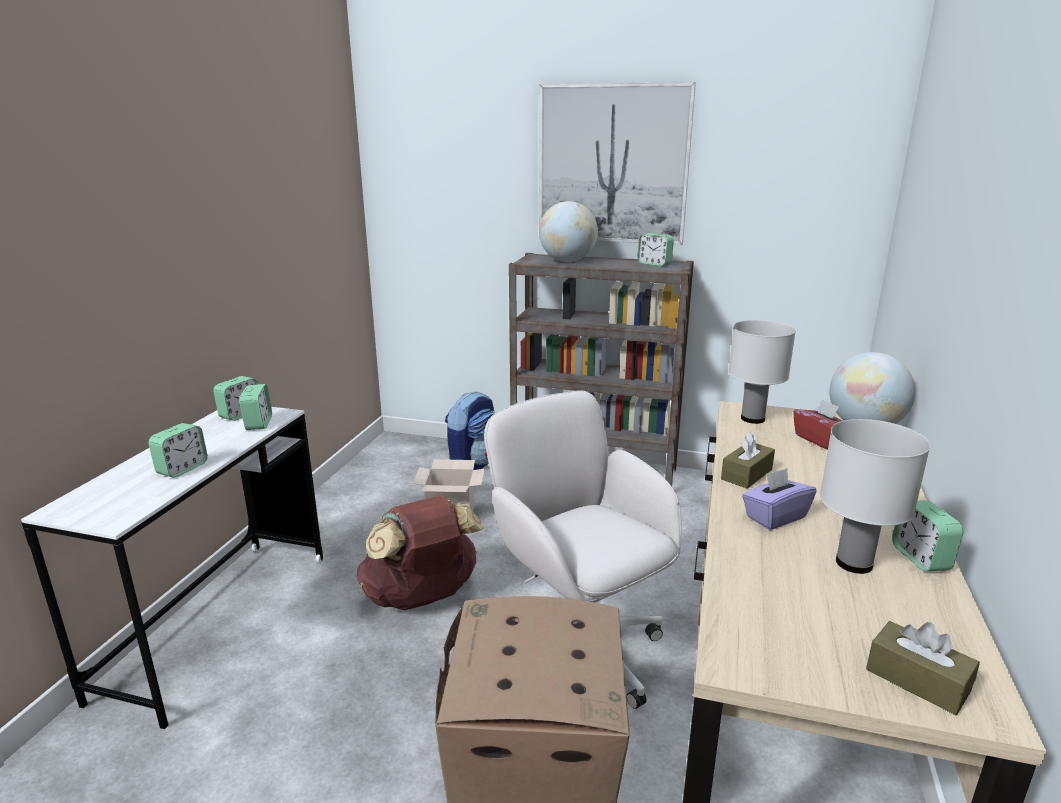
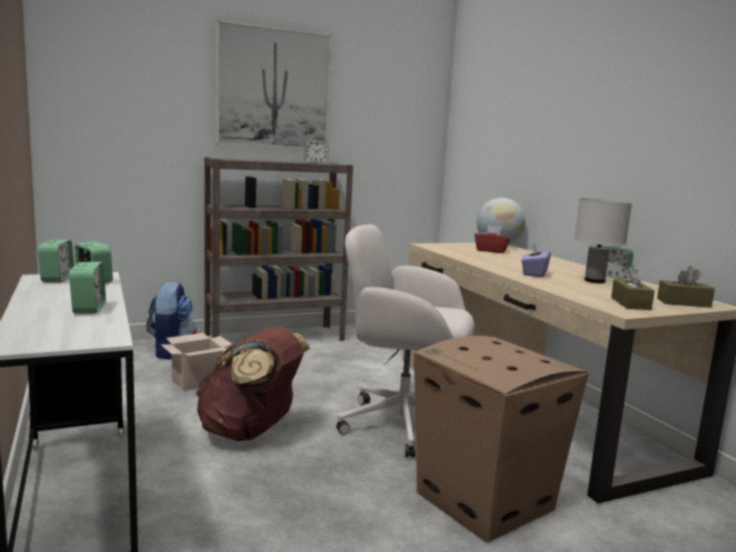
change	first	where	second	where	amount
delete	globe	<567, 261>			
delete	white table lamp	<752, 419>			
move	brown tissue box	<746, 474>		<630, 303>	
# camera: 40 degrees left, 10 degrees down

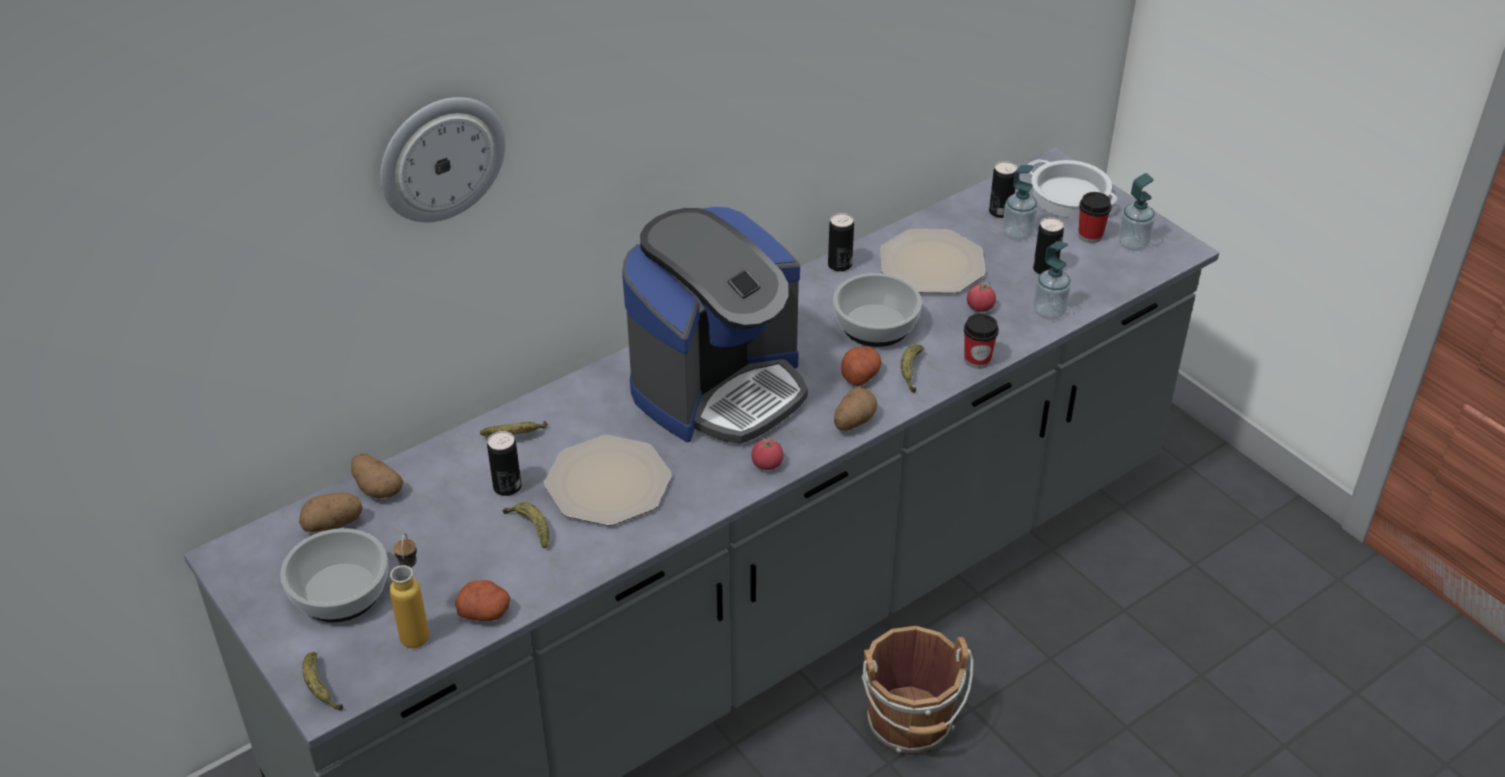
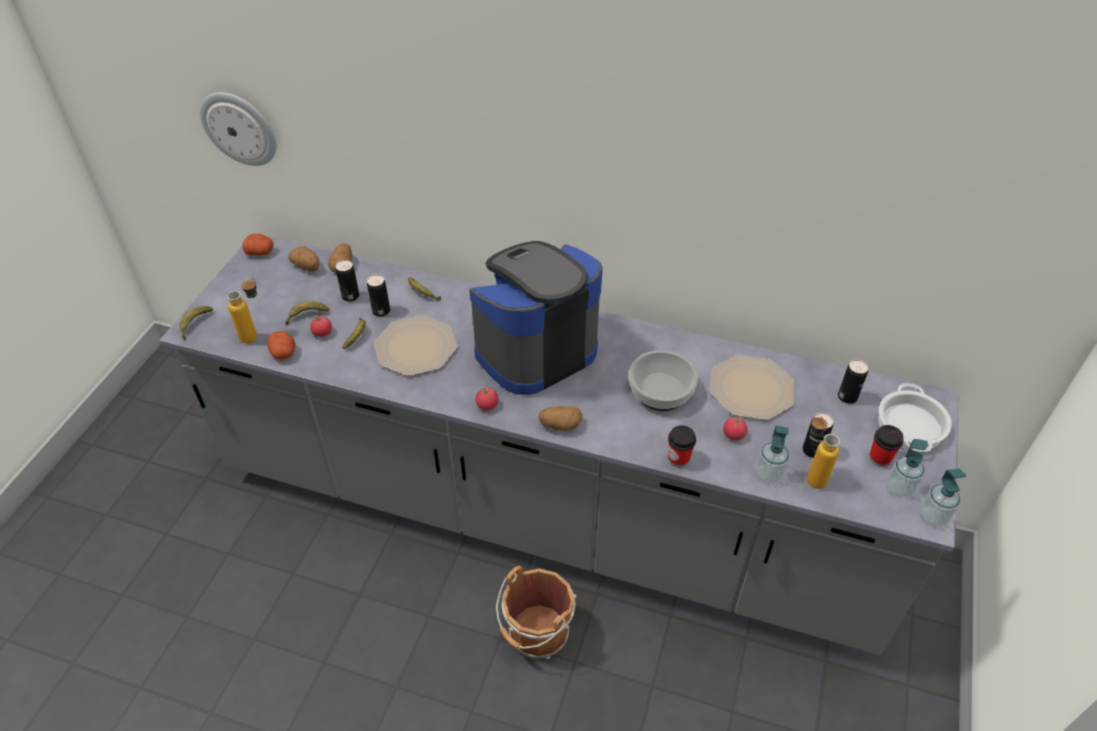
change	first	where	second	where	amount
delete	bowl	<339, 592>			
insert			tomato	<322, 333>	
insert			bottle	<810, 475>	
move	wall clock	<441, 158>		<239, 128>	
move	can	<840, 265>		<350, 296>	
move	potato	<860, 375>		<260, 252>	
move	banana	<910, 372>		<306, 316>	
move	soap dispenser	<1017, 234>		<933, 517>	
rotate	coffee machine	<719, 387>		<534, 350>	135 degrees clockwise
# camera: 55 degrees right, 5 degrees up

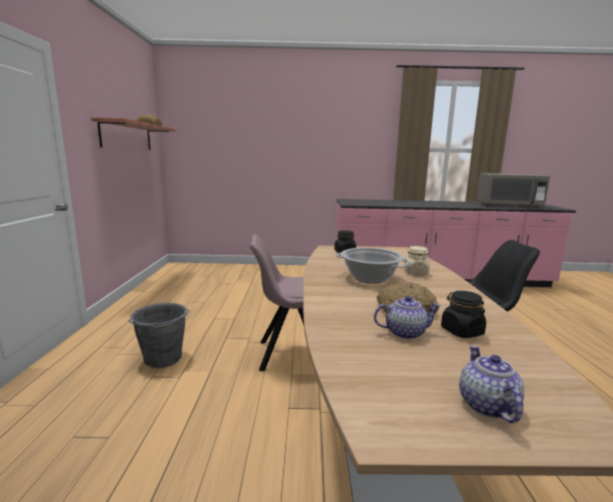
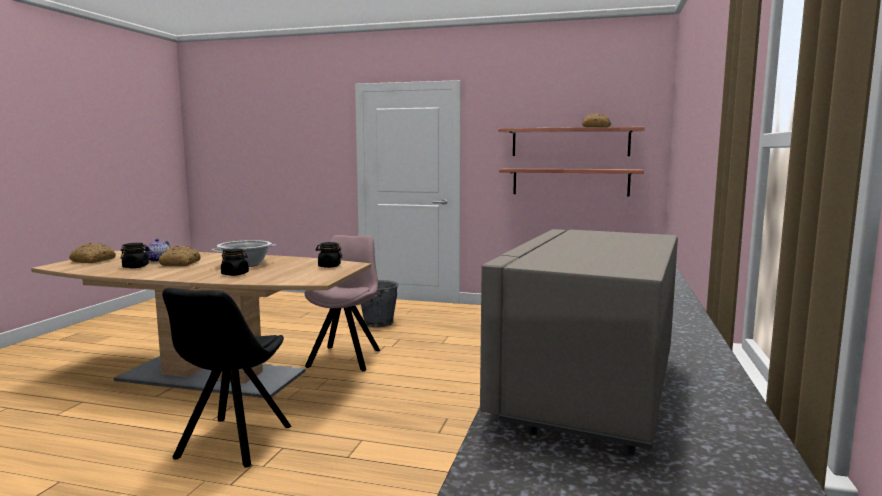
change	first	where	second	where	amount
insert			shelf	<570, 182>	
replace	teapot	<487, 406>	bread	<93, 260>	
recolor	beige jar	<415, 273>	black jar	<235, 274>	
# camera: 105 degrees right, 5 degrees down

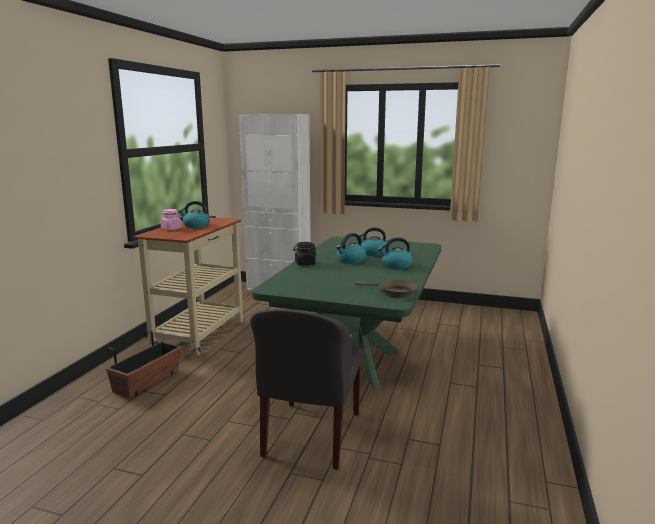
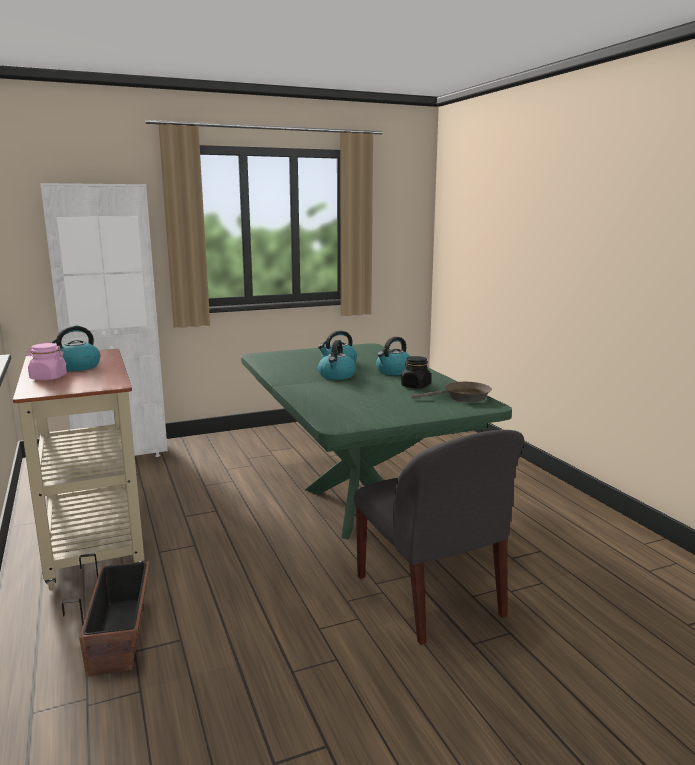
change	first	where	second	where	amount
move	black jar	<305, 264>		<415, 386>	
# camera: 40 degrees left, 0 degrees up

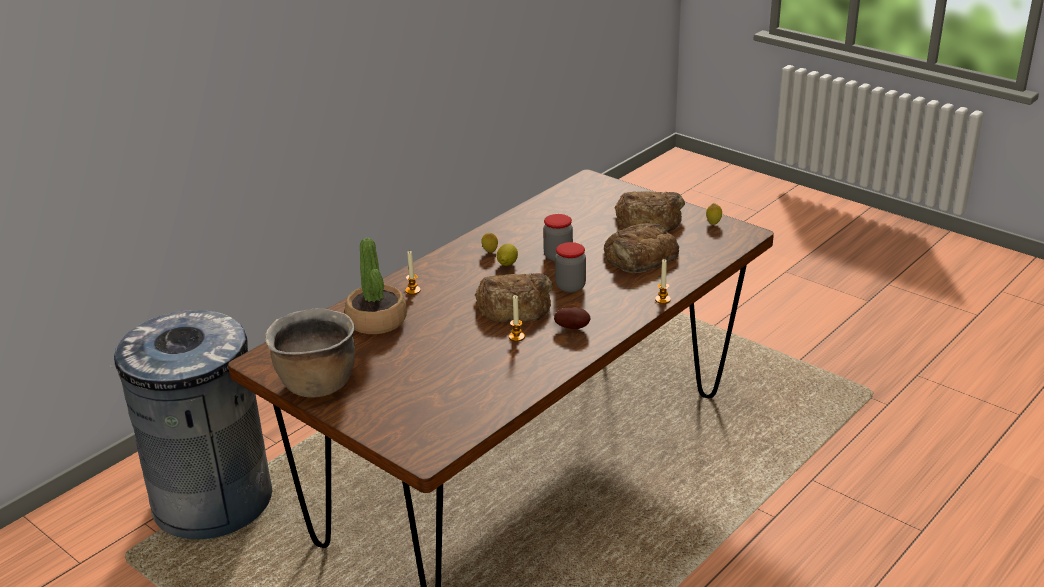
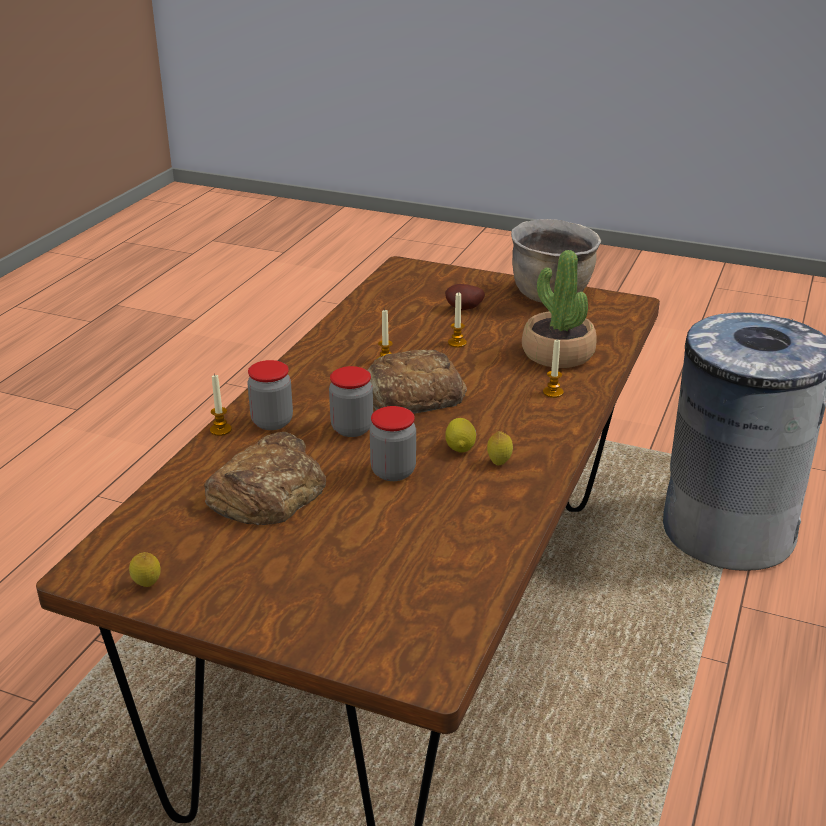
change	first	where	second	where	amount
delete	bread	<649, 218>			
insert			jar	<272, 422>	
insert			candle	<457, 343>	
move	potato	<573, 328>		<464, 309>	
# camera: 160 degrees right, 0 degrees up

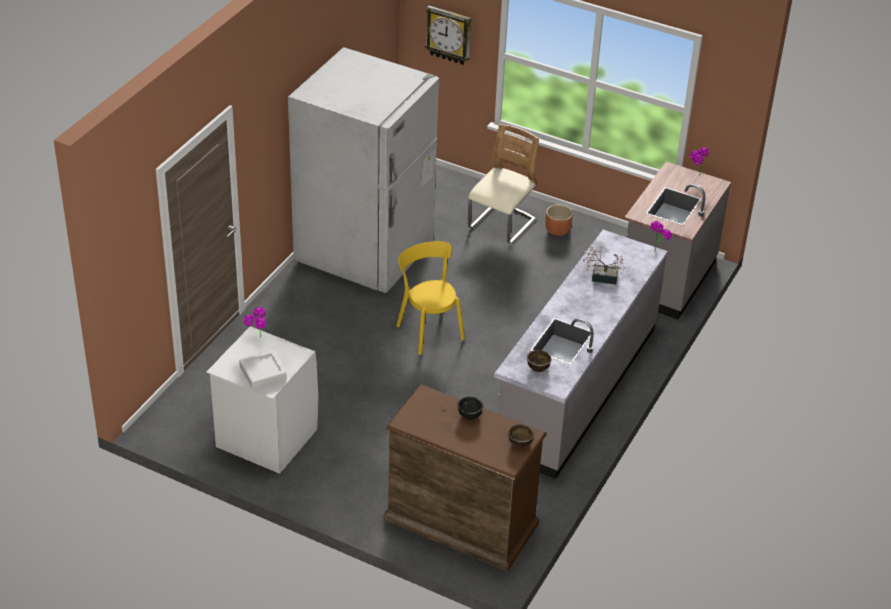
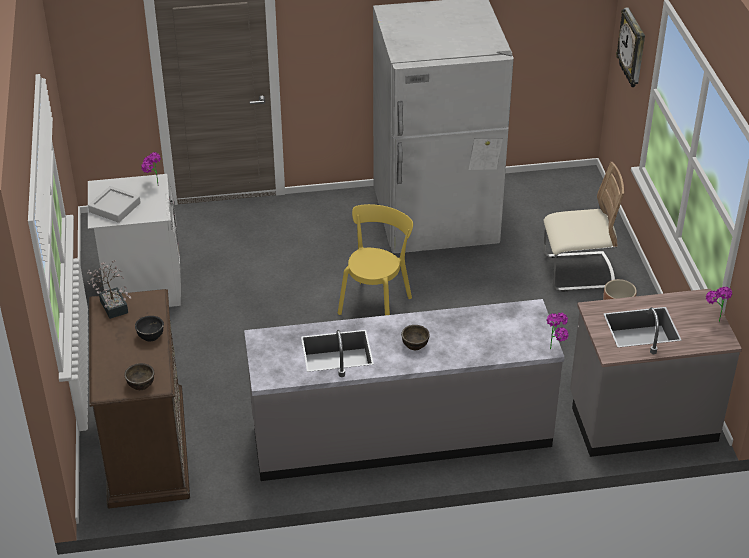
change	first	where	second	where	amount
move	brown bowl	<538, 367>		<414, 344>	
move	potted plant	<601, 277>		<113, 304>	
# camera: 55 degrees right, 0 degrees up

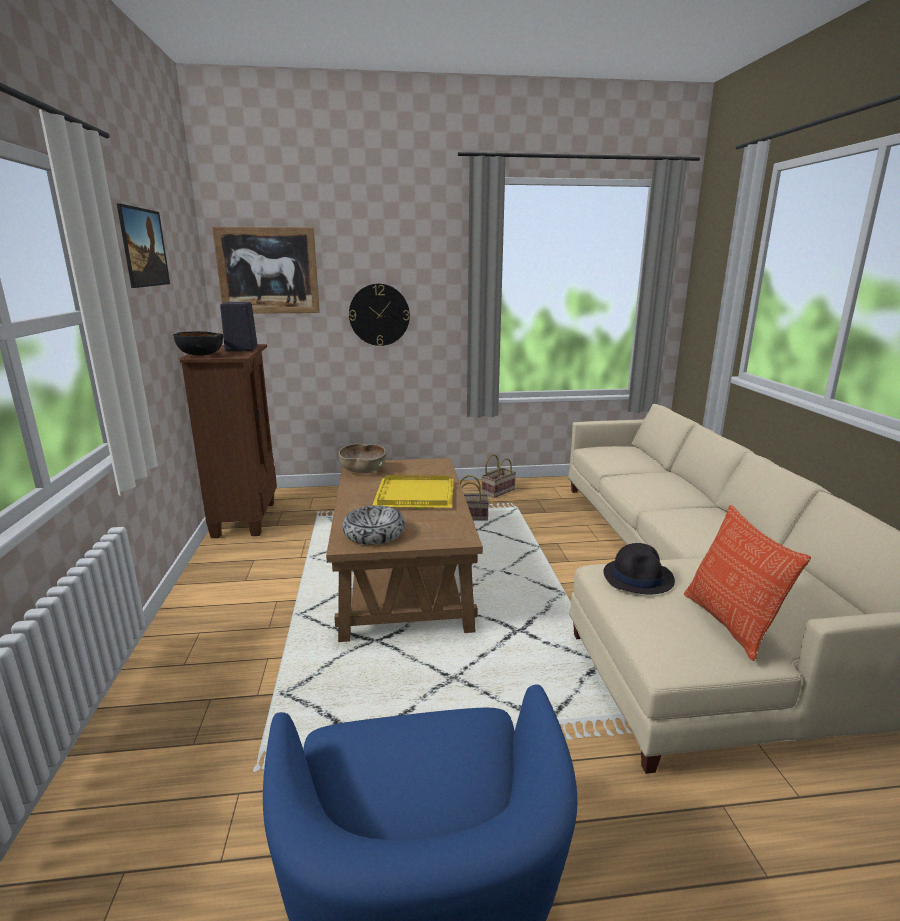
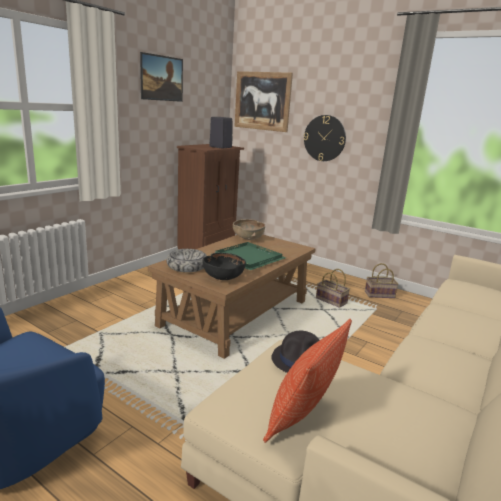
change	first	where	second	where	amount
move	black bowl	<201, 355>		<223, 277>	
recolor	yellow tray	<416, 494>	green tray	<250, 258>	
# camera: 40 degrees right, 0 degrees up

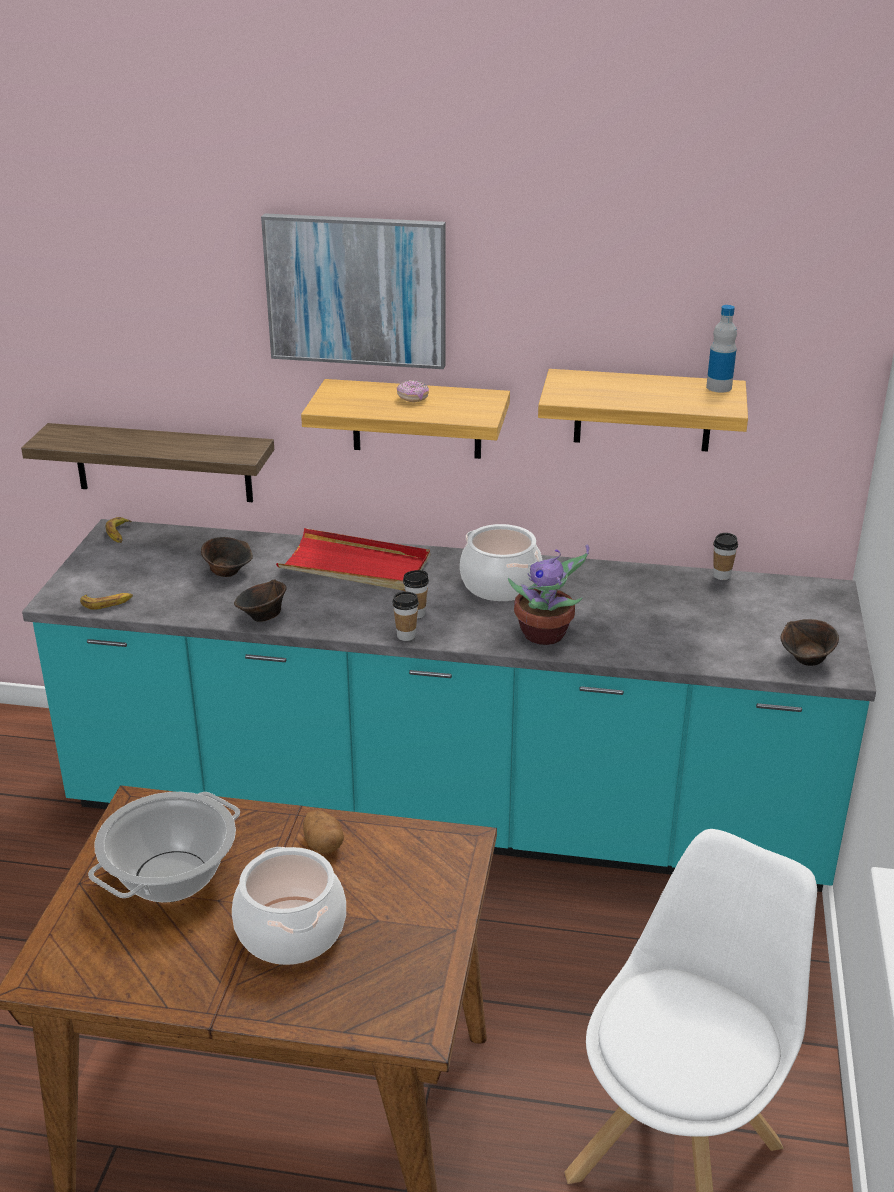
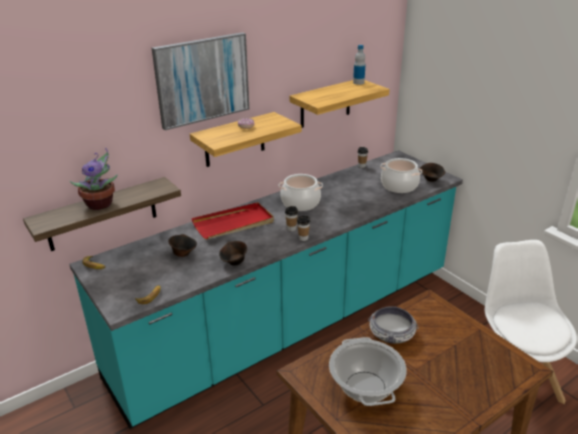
change	first	where	second	where	amount
move	cooking pot	<291, 931>		<399, 186>	
move	potted plant	<546, 635>		<101, 204>	
replace	potato	<323, 844>	bowl	<391, 334>	
# camera: 45 degrees left, 0 degrees up

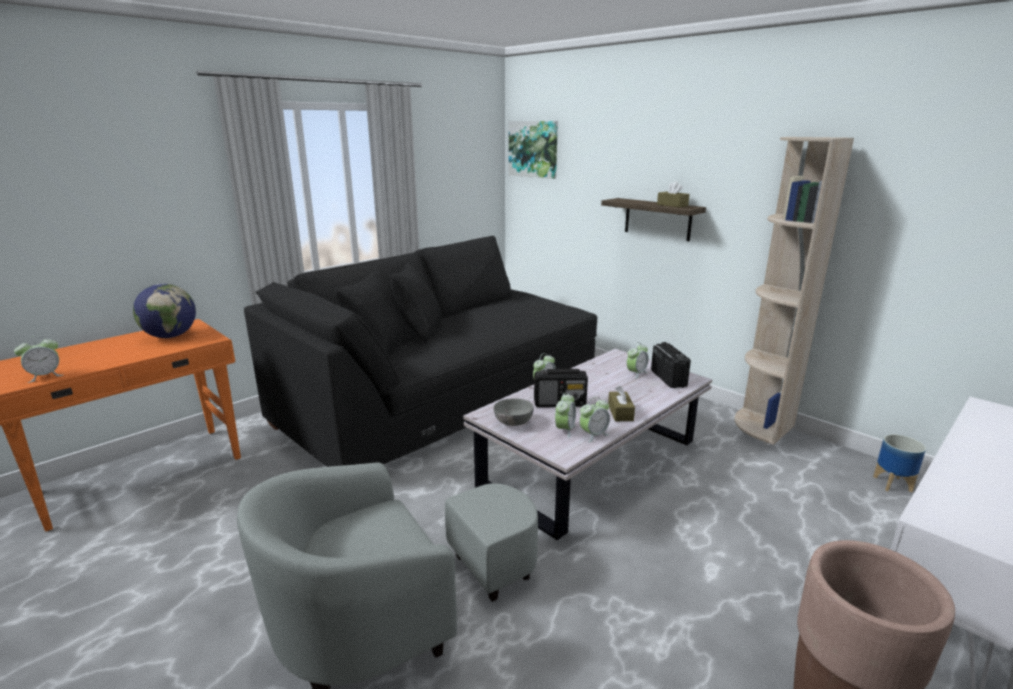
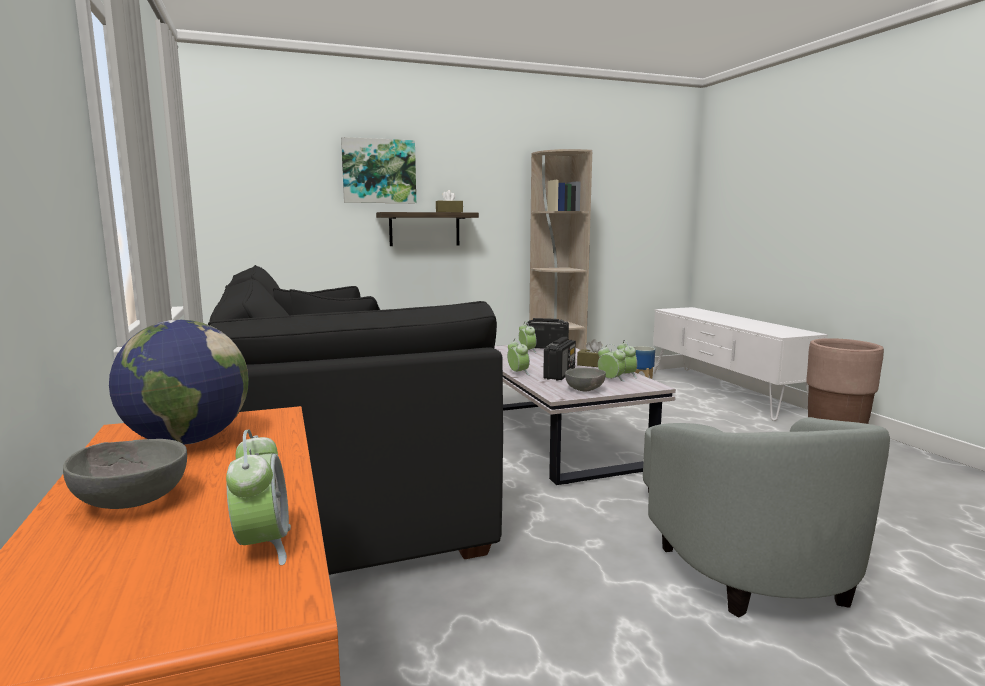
change	first	where	second	where	amount
insert			grey bowl	<132, 501>	
move	picture	<533, 149>		<379, 171>	
# camera: 65 degrees left, 10 degrees down

